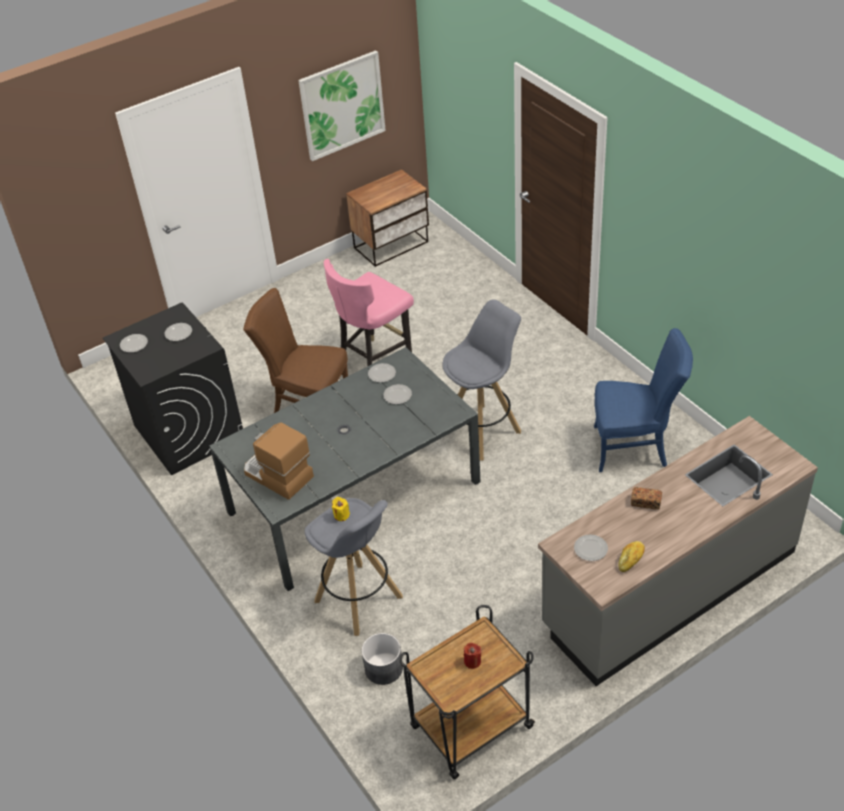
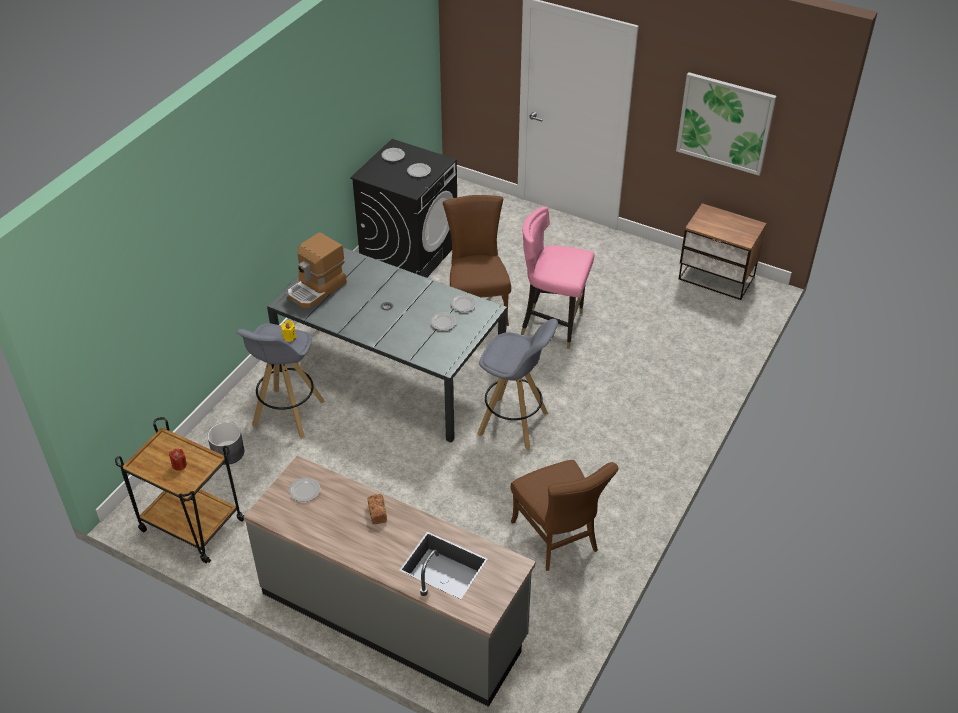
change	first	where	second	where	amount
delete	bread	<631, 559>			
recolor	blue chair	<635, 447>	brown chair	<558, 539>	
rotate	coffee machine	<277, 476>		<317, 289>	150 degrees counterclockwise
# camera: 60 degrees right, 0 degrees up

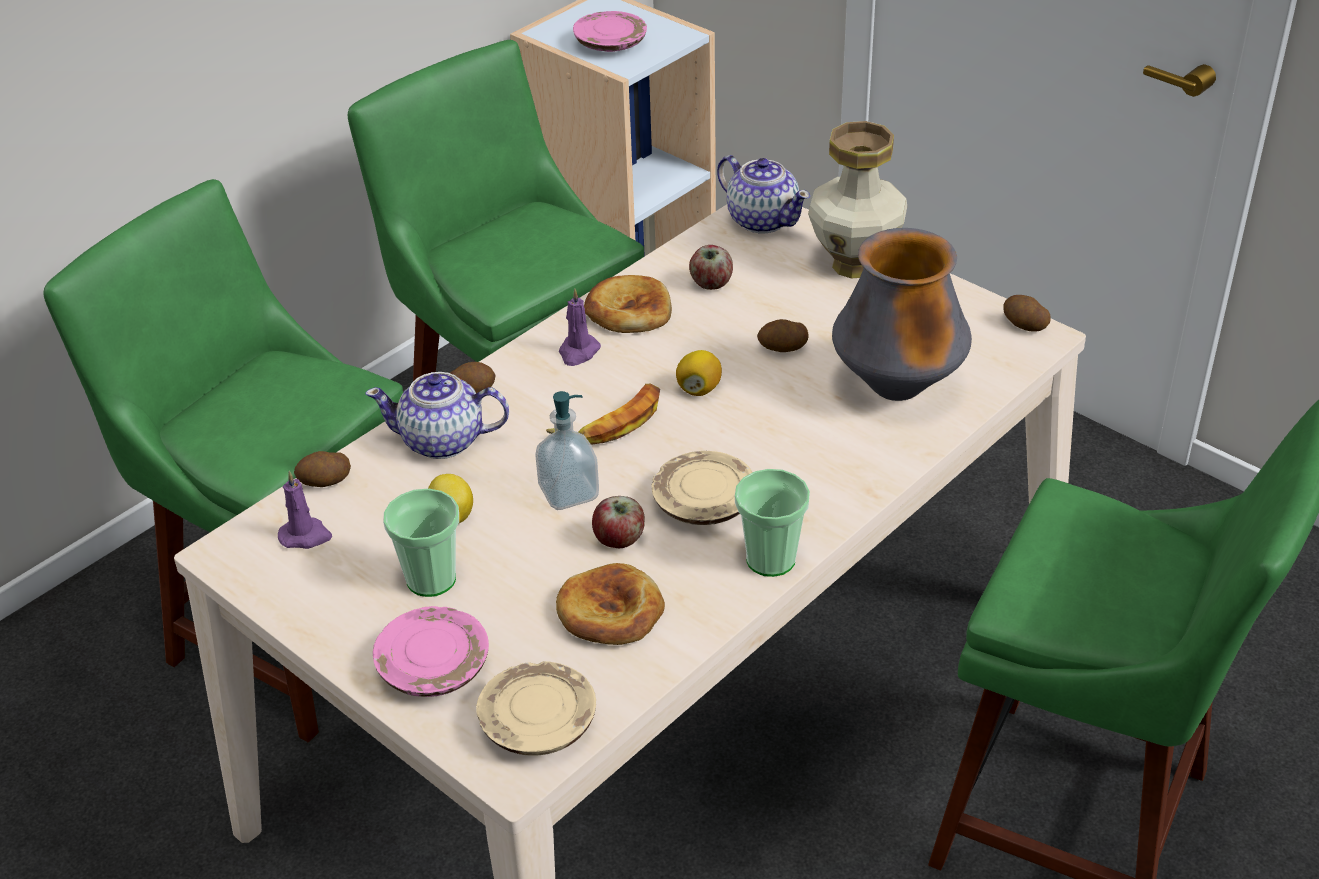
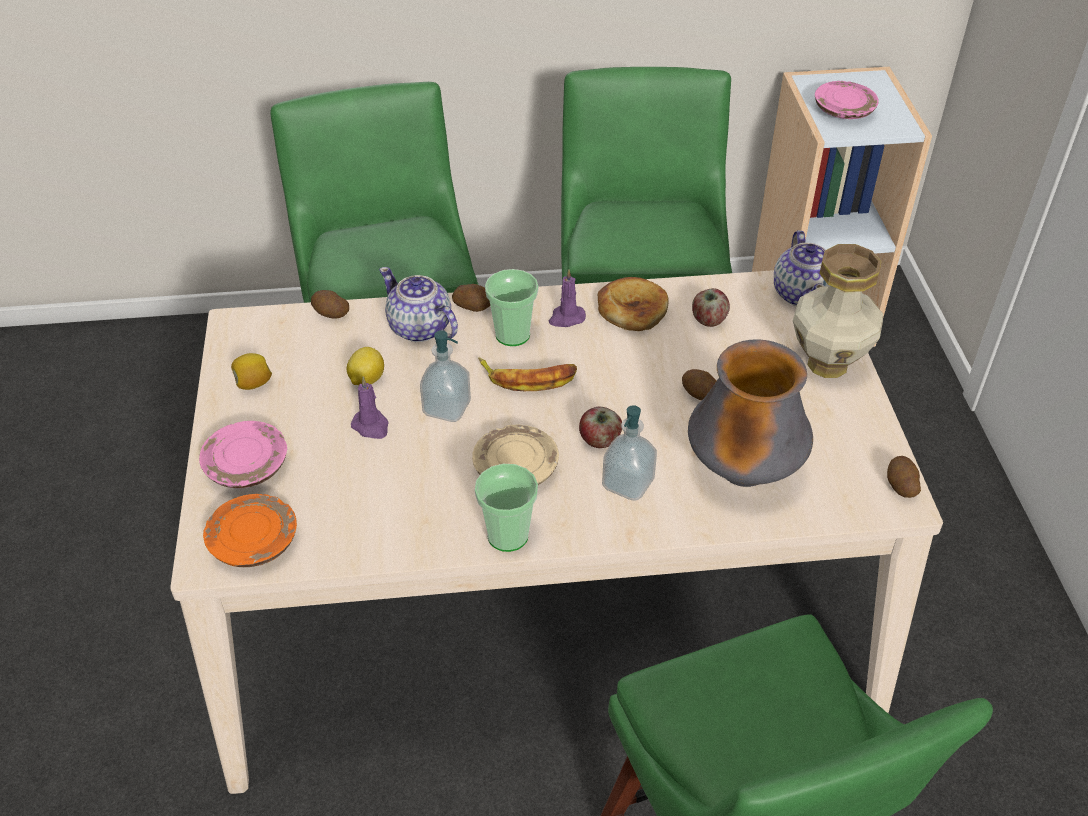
change	first	where	second	where	amount
delete	bread	<611, 611>			
insert			soap dispenser	<628, 483>	
move	purple candle	<306, 536>		<371, 426>	
move	cup	<431, 579>		<512, 334>	
move	apple	<619, 540>		<599, 441>	
move	lemon	<699, 389>		<253, 383>	
recolor	beige plate	<537, 723>	orange plate	<253, 541>	
# camera: 40 degrees right, 5 degrees up

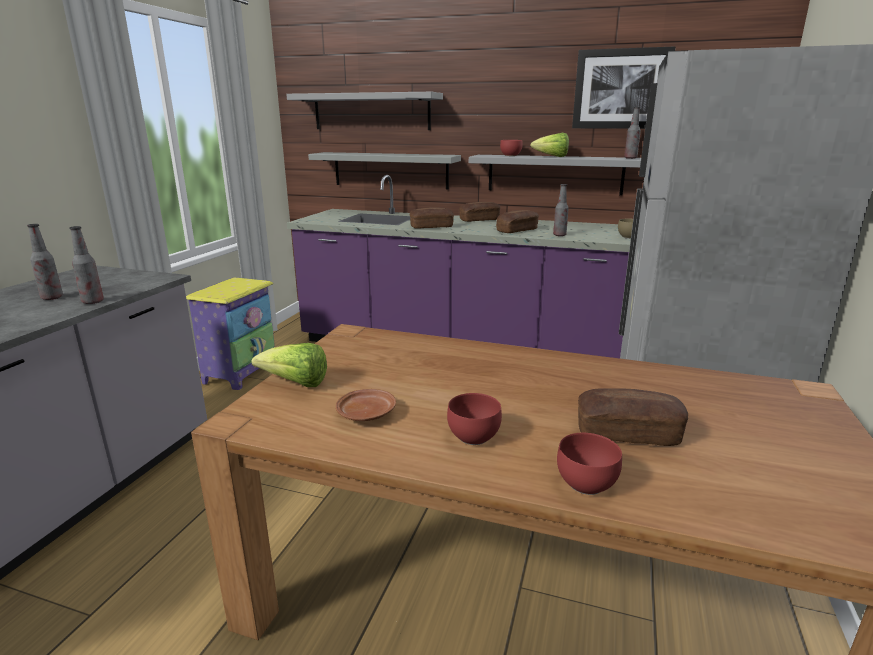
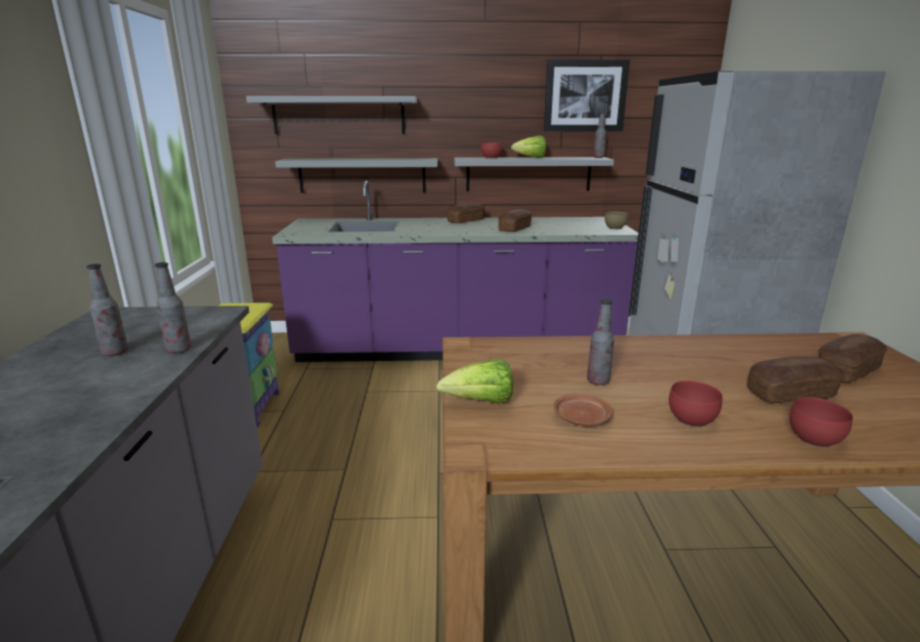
change	first	where	second	where	amount
move	bread	<431, 227>		<846, 371>	
move	bottle	<559, 235>		<598, 381>	
# camera: 20 degrees left, 0 degrees up

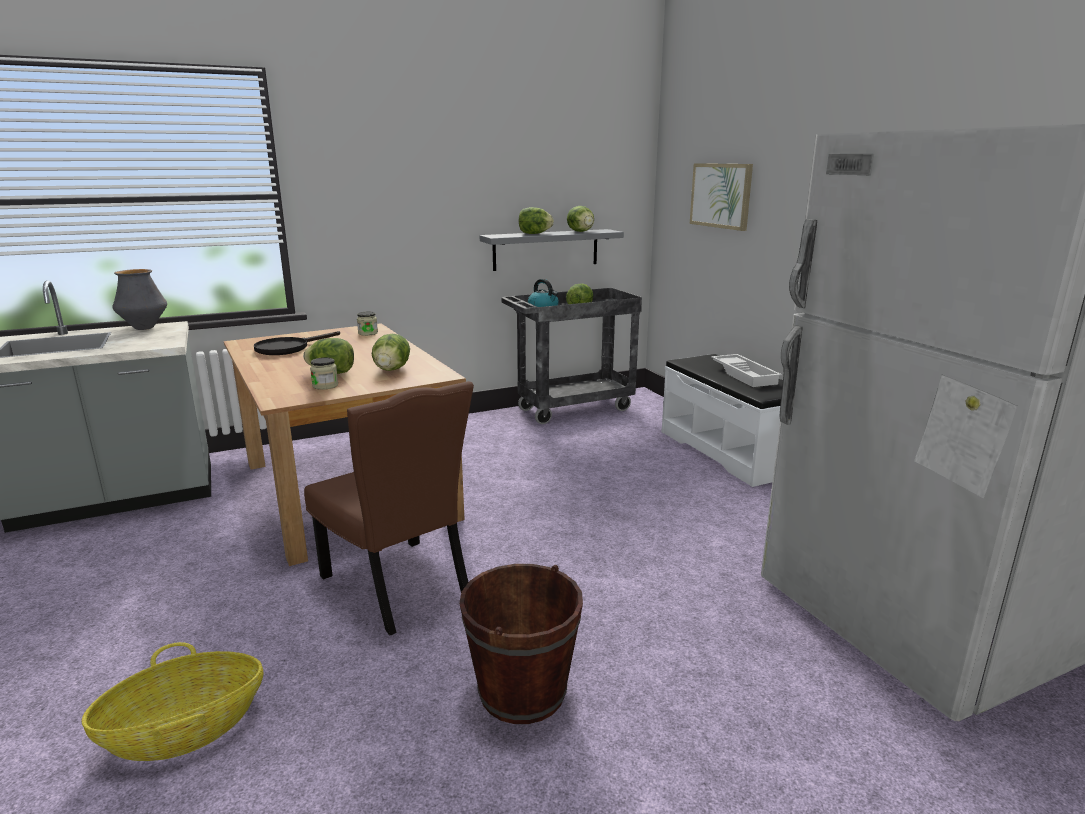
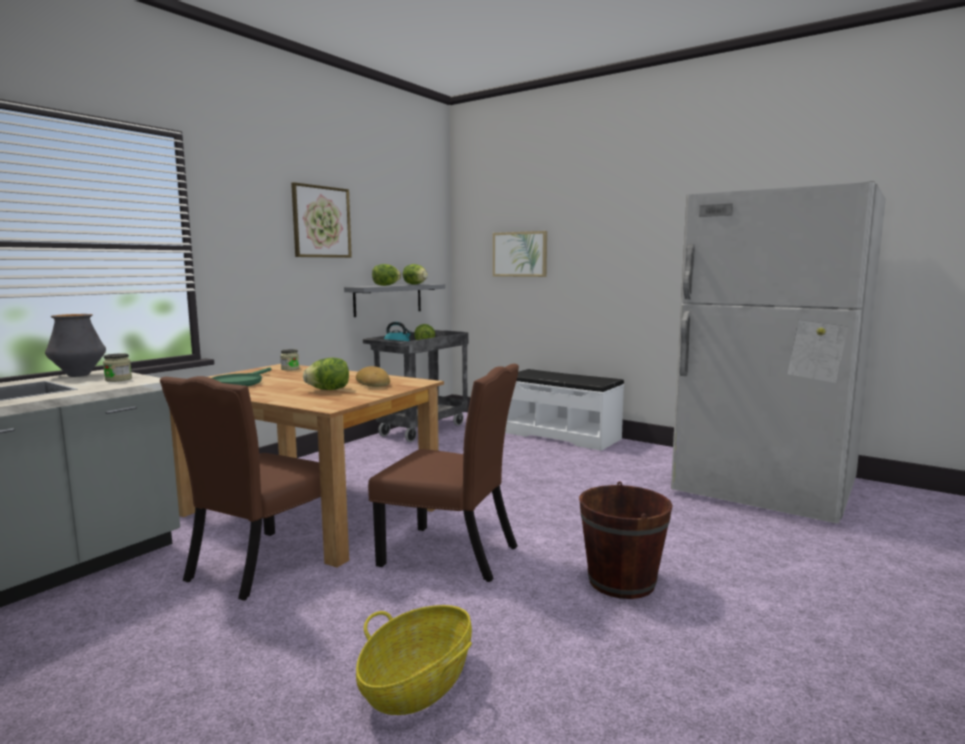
change	first	where	second	where	amount
delete	white tray	<745, 375>			
insert			brown chair	<264, 562>	
insert			picture	<321, 222>	
move	jar	<325, 386>		<118, 379>	
replace	lettuce	<391, 370>	bread	<374, 383>	
recolor	black frying pan	<288, 348>	green frying pan	<240, 382>	
# camera: 30 degrees left, 10 degrees down

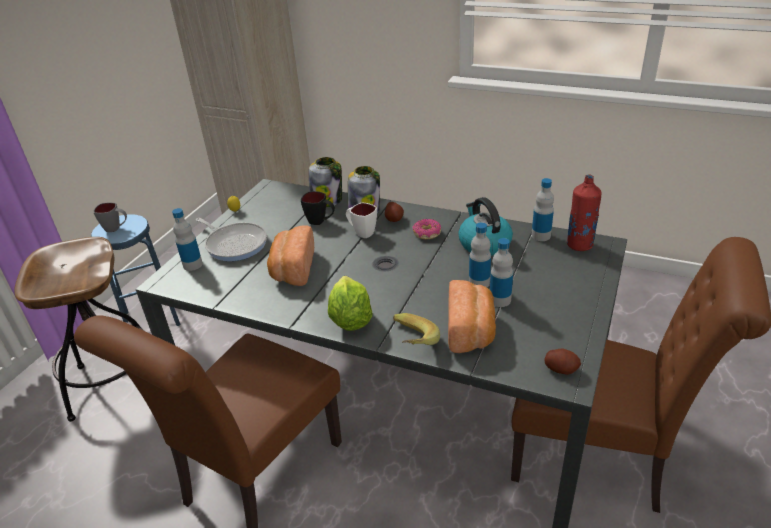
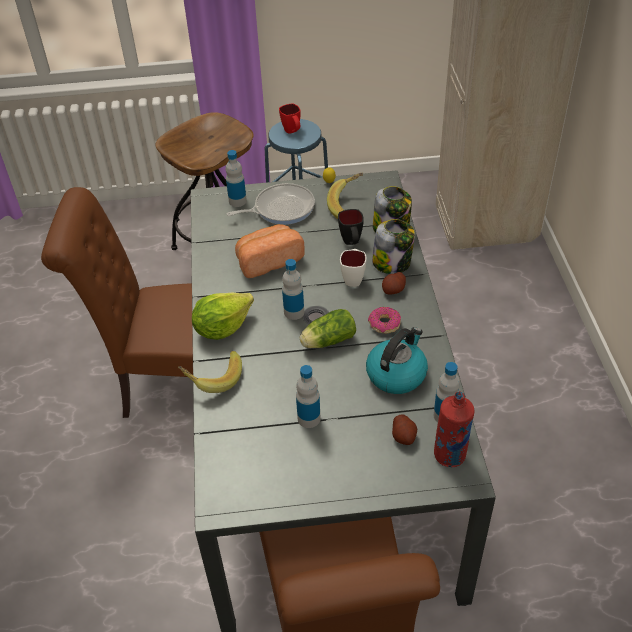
change	first	where	second	where	amount
delete	bread	<471, 330>			
insert			lettuce	<327, 341>	
insert			banana	<349, 206>	
move	bottle	<479, 283>		<294, 312>	
move	potato	<561, 369>		<403, 436>	
recolor	grey mug	<116, 228>	red mug	<292, 131>	
rotate	frying pan	<235, 244>		<281, 208>	120 degrees counterclockwise
# camera: 60 degrees right, 10 degrees up

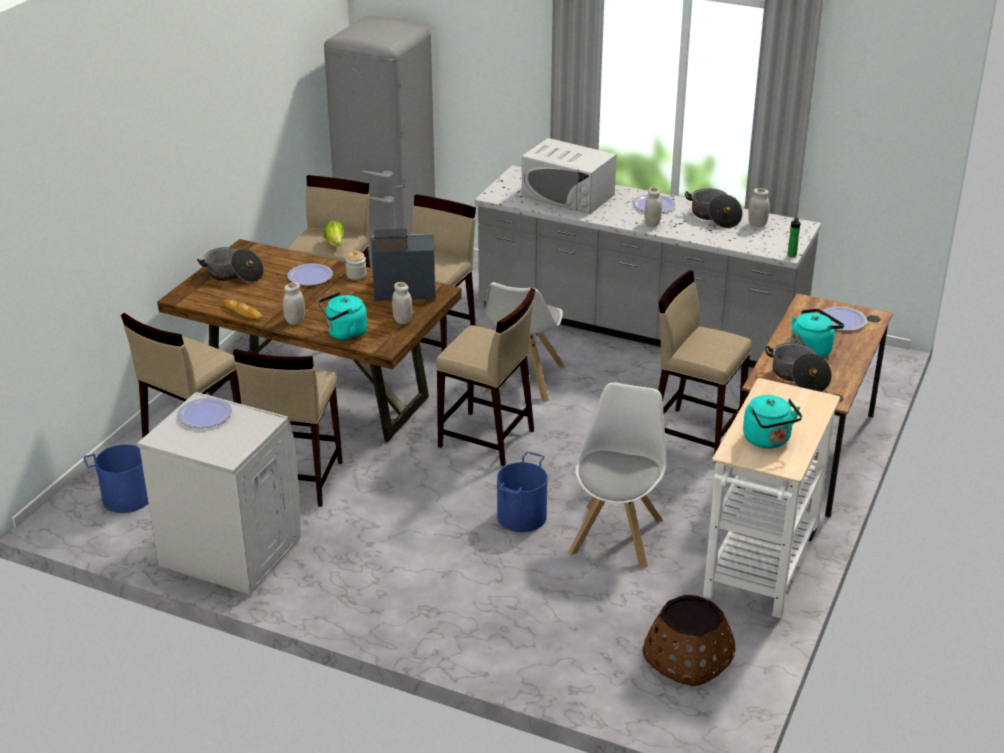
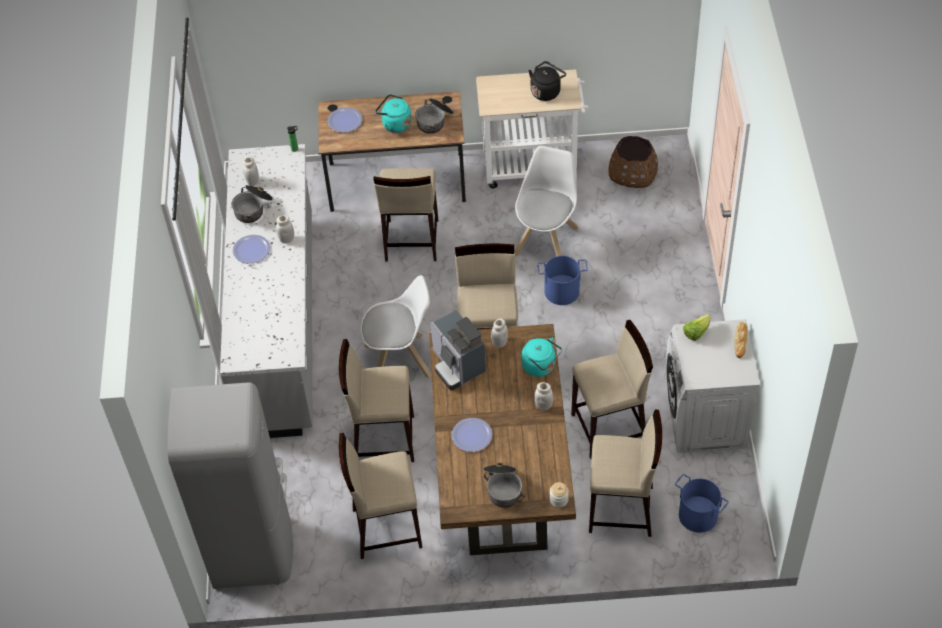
change	first	where	second	where	amount
delete	plate	<204, 414>			
delete	white microwave	<568, 195>			
move	bread	<242, 312>		<740, 341>	
move	lettuce	<335, 244>		<696, 332>	
move	jar	<356, 275>		<559, 500>	
recolor	turquoise kettle	<768, 440>	black kettle	<546, 91>	
rotate	chair	<617, 534>		<546, 240>	120 degrees clockwise
# camera: 115 degrees left, 20 degrees up

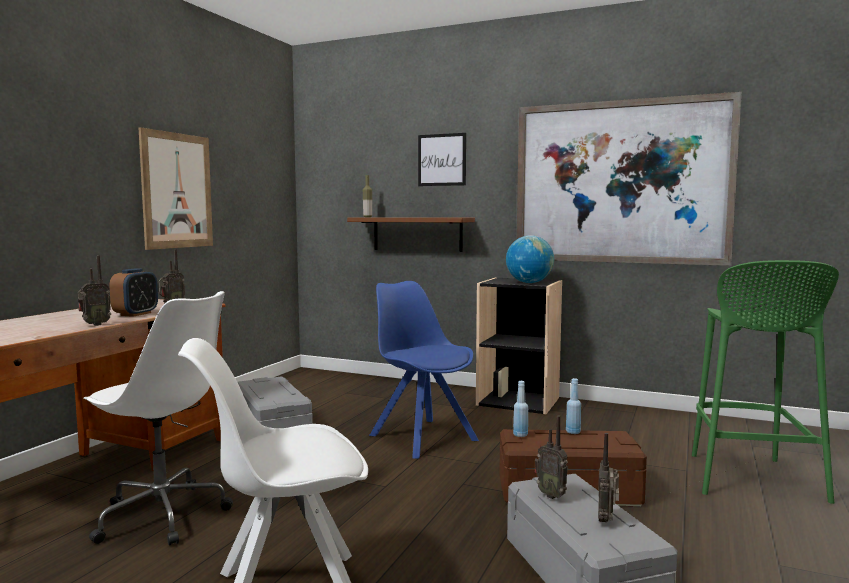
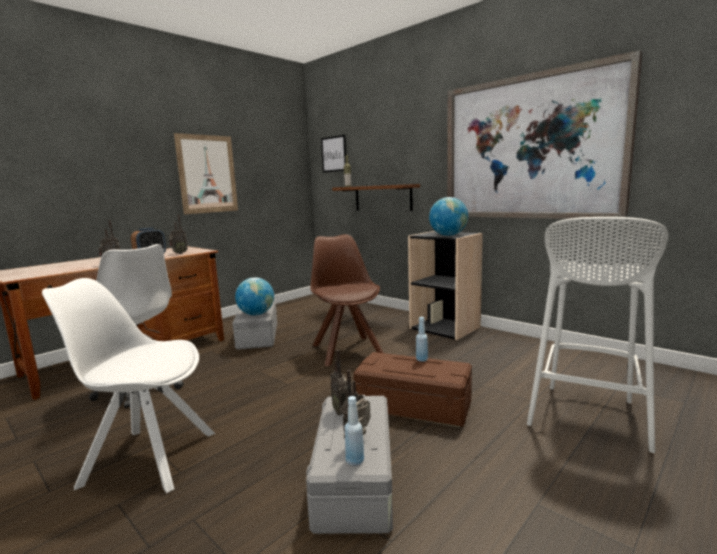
change	first	where	second	where	amount
insert			globe	<256, 314>	
move	picture	<442, 160>		<334, 154>	
move	blue bottle	<520, 435>		<355, 461>	
recolor	blue chair	<422, 437>	brown chair	<347, 350>	
recolor	green stool	<750, 479>	white stool	<587, 416>	
# camera: 20 degrees right, 5 degrees up

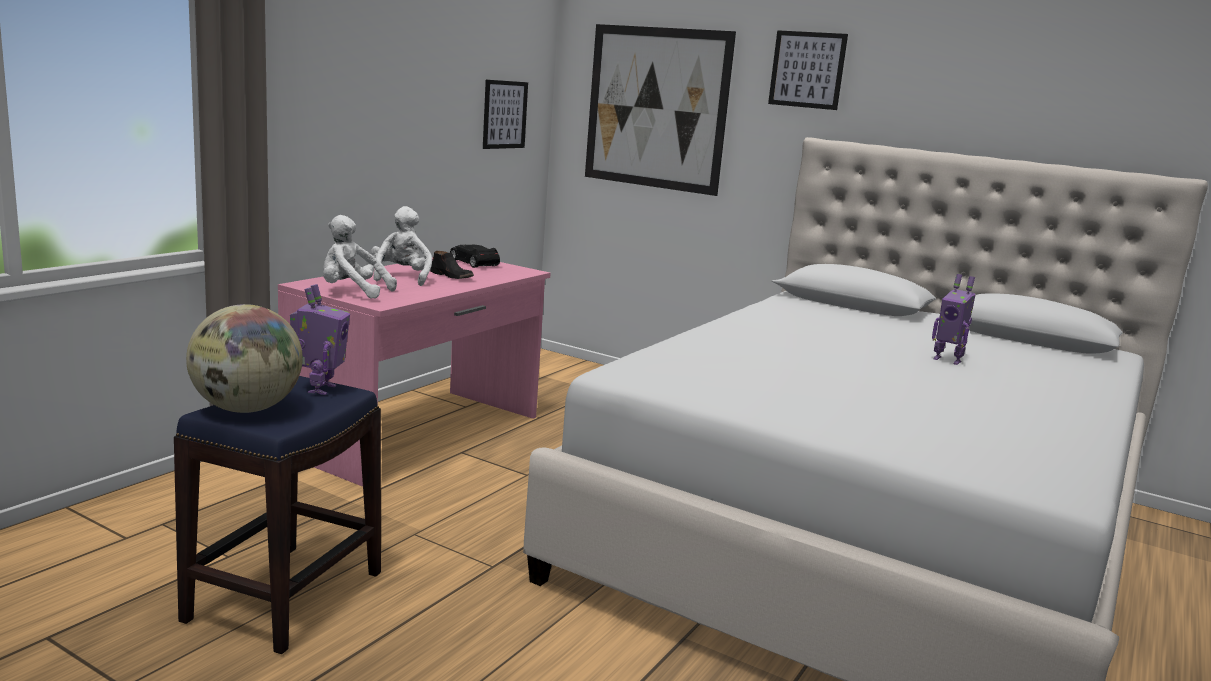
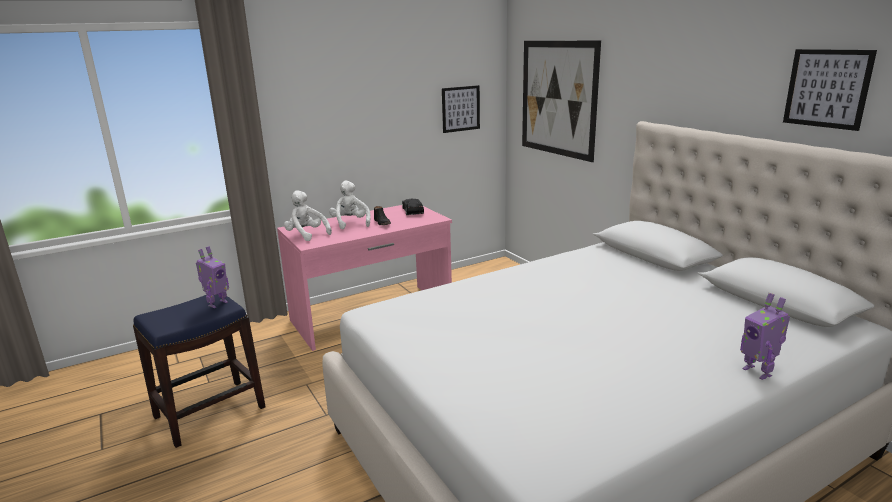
change	first	where	second	where	amount
delete	globe	<246, 409>			
move	picture	<807, 70>		<827, 88>	
move	toy robot	<947, 360>		<758, 372>	
rotate	white plush toy	<401, 278>		<350, 223>	45 degrees counterclockwise
# camera: 30 degrees right, 5 degrees up

